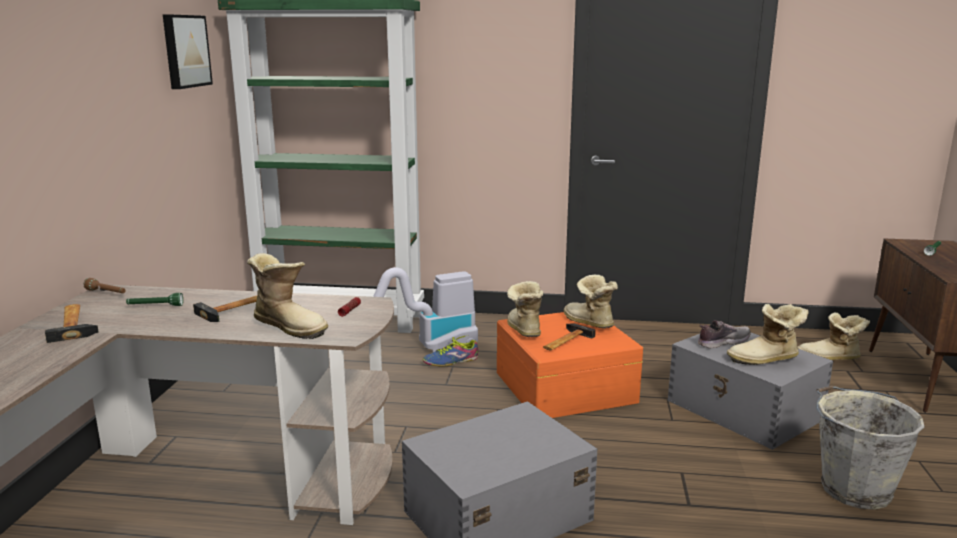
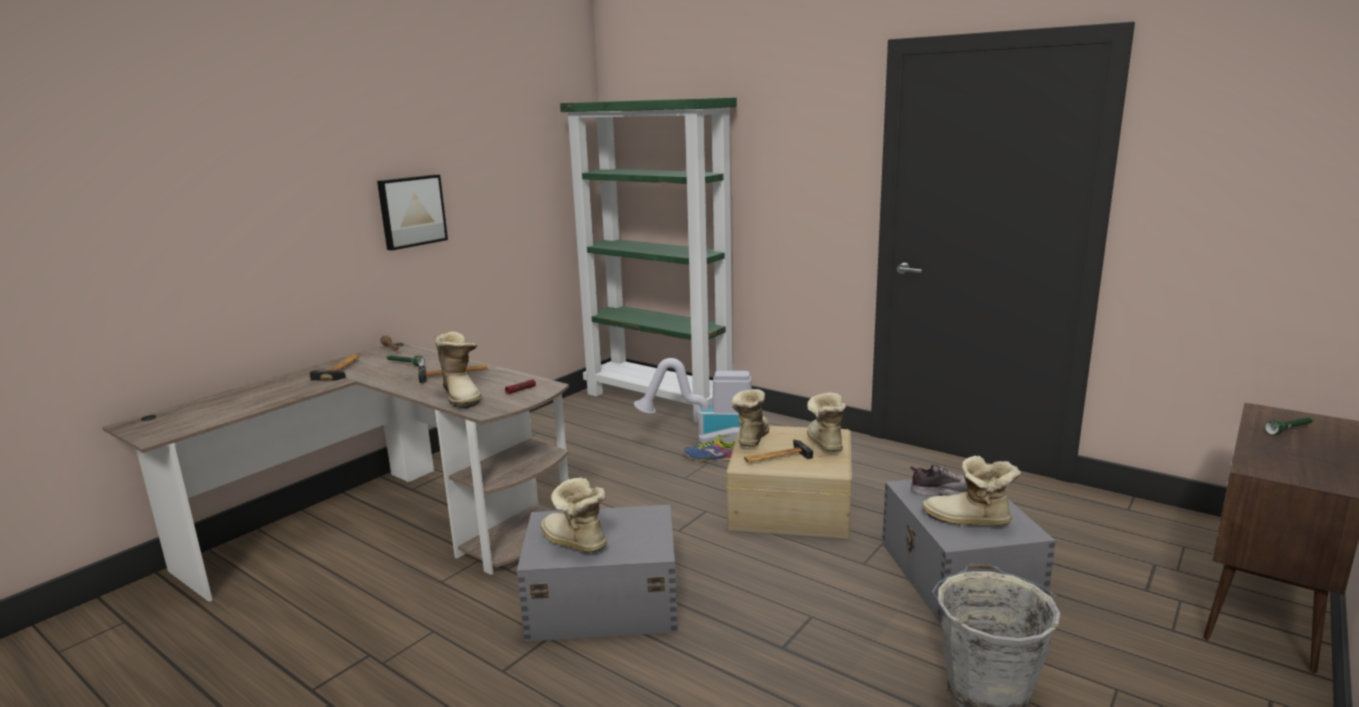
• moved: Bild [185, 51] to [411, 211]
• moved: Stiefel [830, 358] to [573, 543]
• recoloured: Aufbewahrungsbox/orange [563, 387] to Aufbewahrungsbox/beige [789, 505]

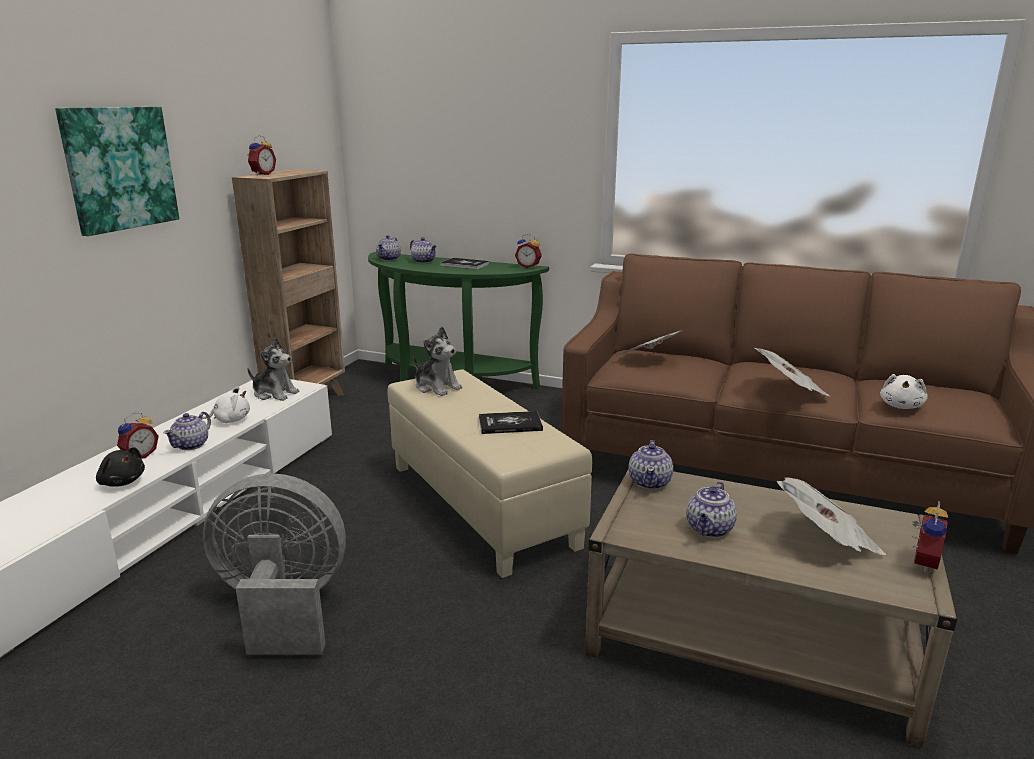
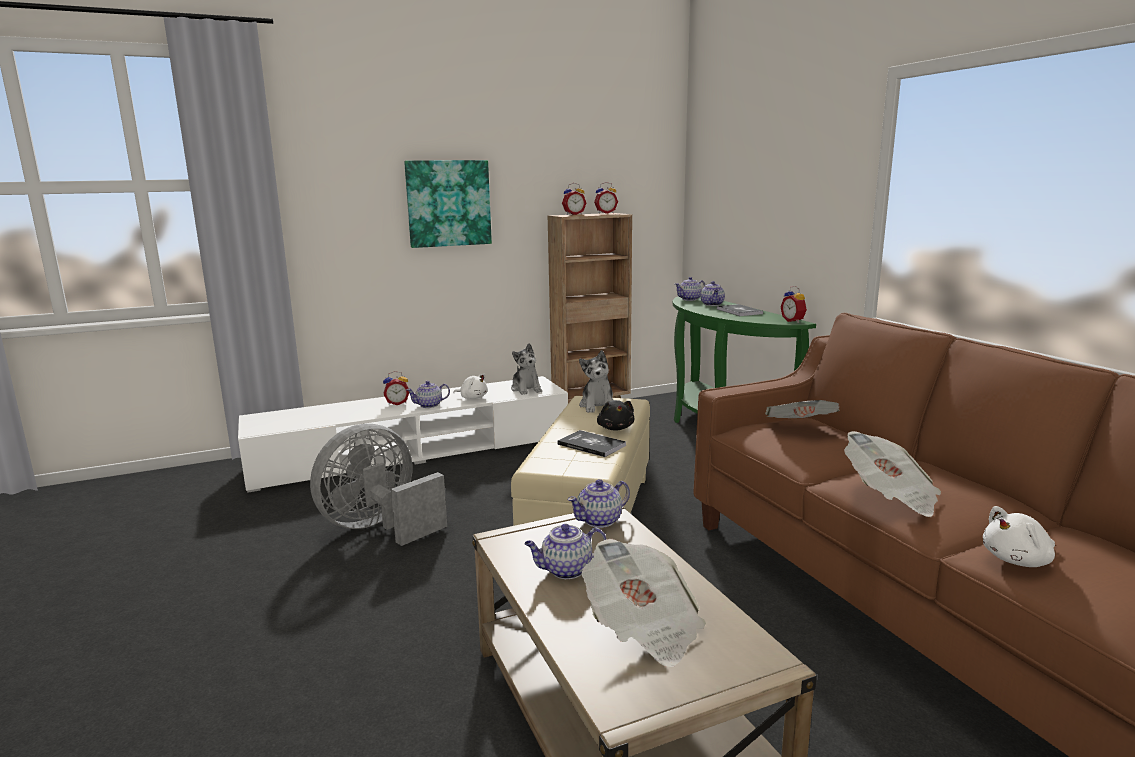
• turned: Ventilator/grau [283, 608] = [379, 527] 90 degrees counterclockwise
• moved: Wecker [921, 562] to [605, 213]
• moved: Plüschtier/schwarz [122, 482] to [615, 428]

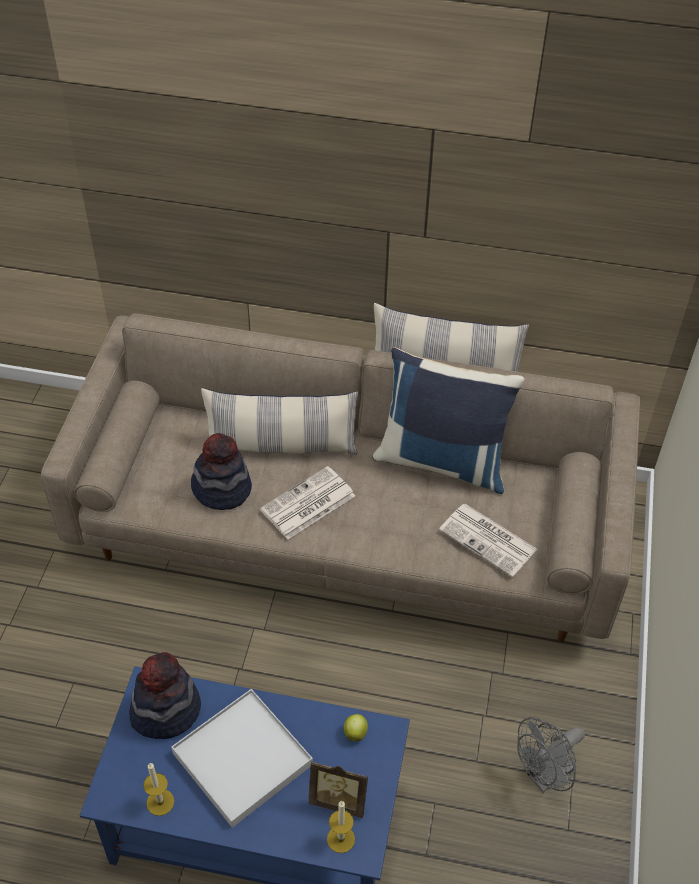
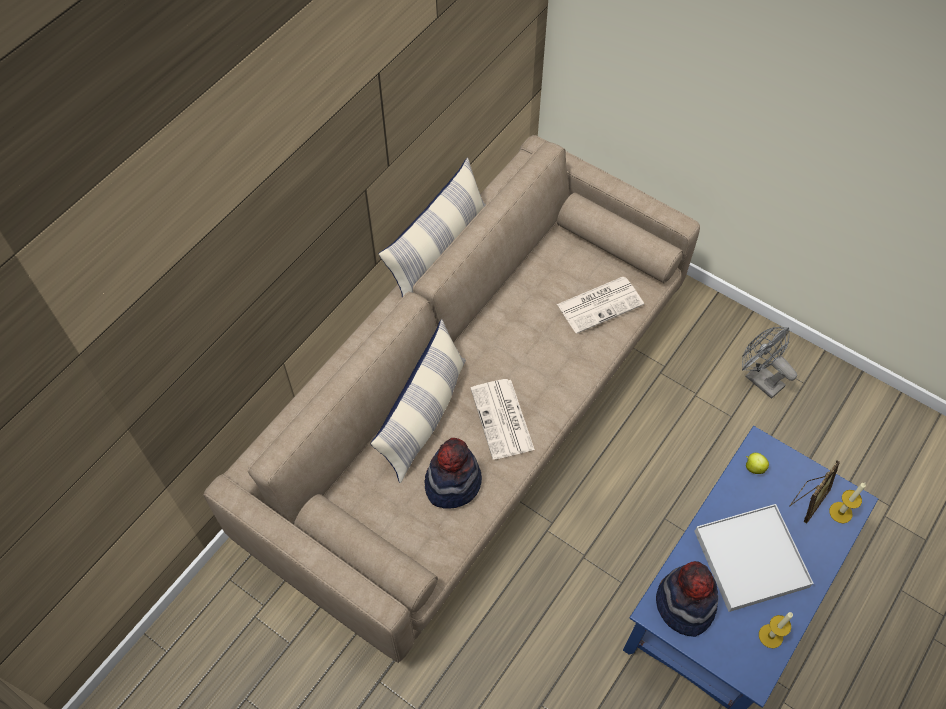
• turned: Ventilator/grau [544, 776] = [759, 378] 150 degrees clockwise
• removed: Kissen/blau [442, 460]

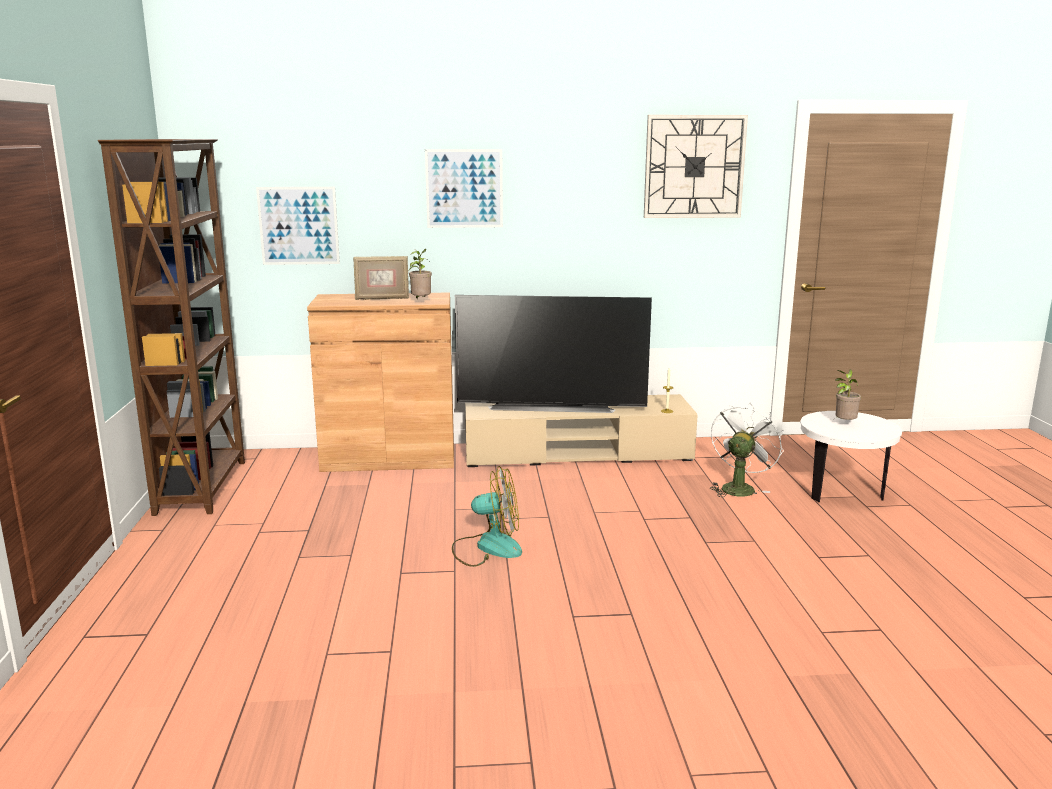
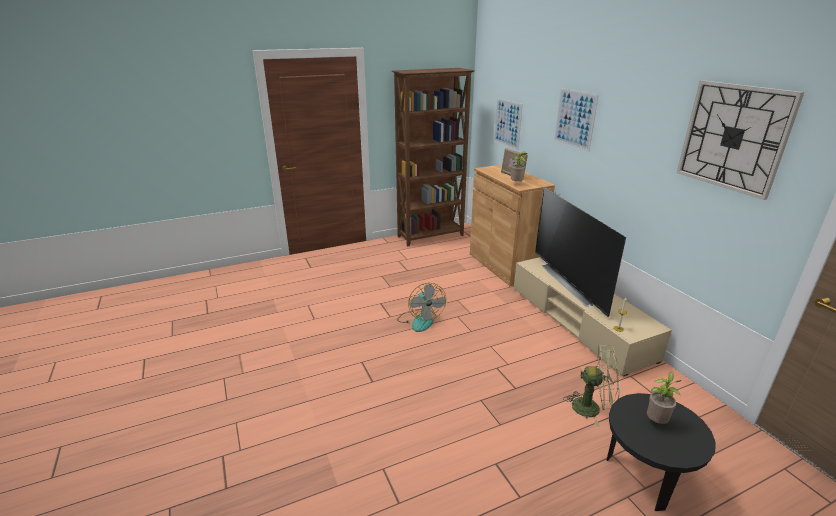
• recoloured: Ventilator/weiß [739, 487] to Ventilator/grün [592, 408]
• recoloured: Beistelltisch/weiß [843, 493] to Beistelltisch/schwarz [644, 478]

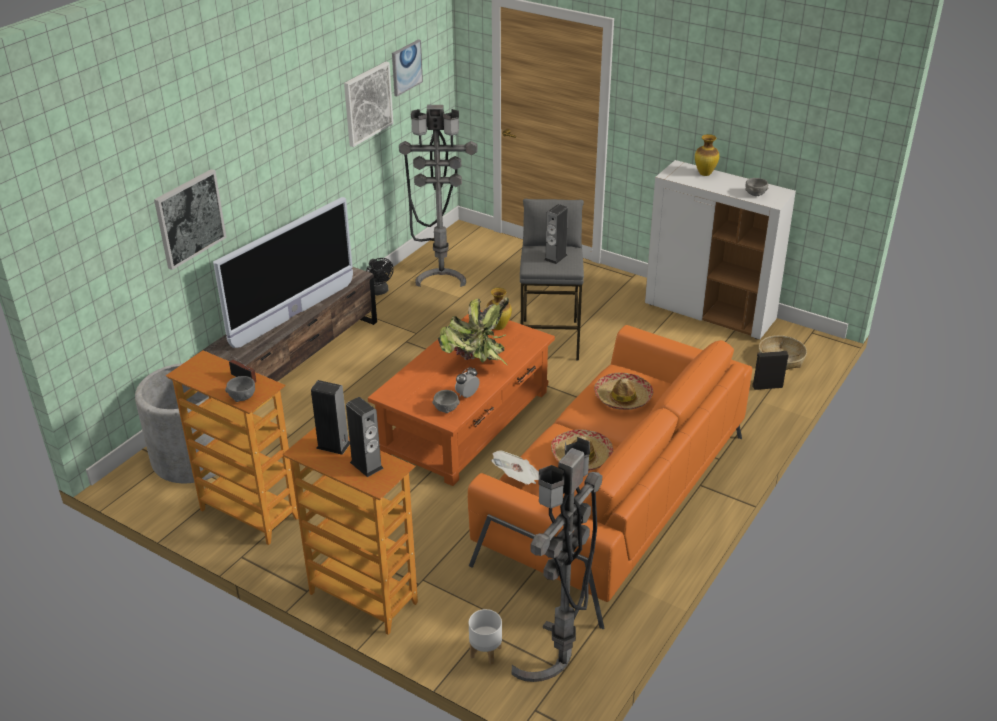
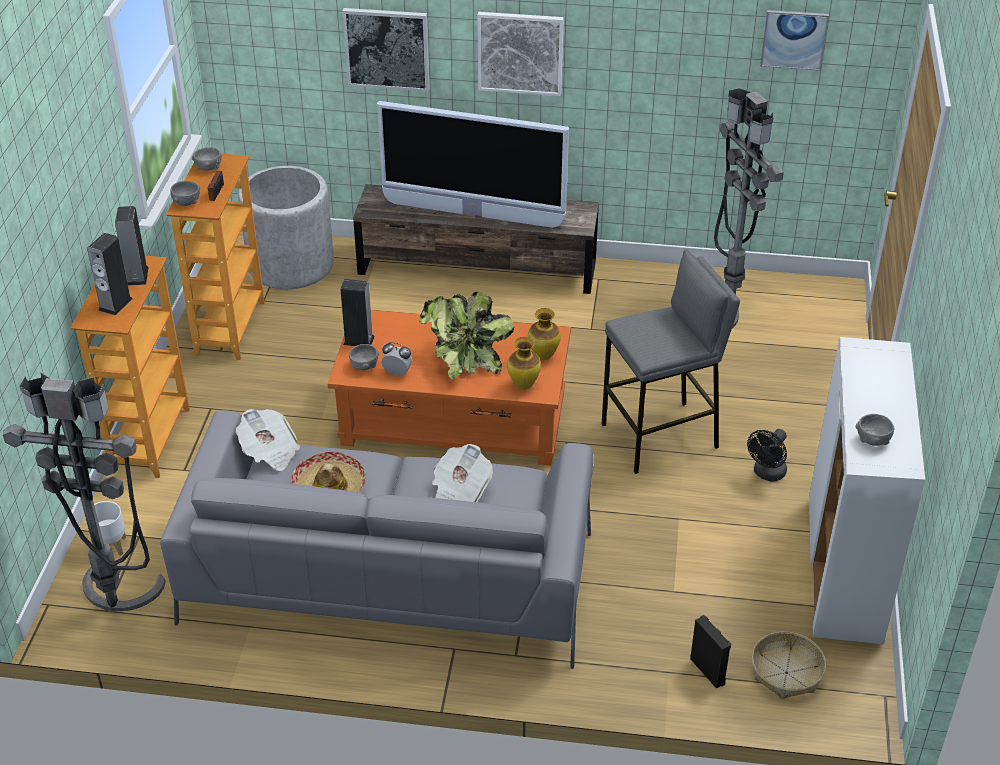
• recoloured: Sofa/orange [614, 498] to Sofa/grau [388, 577]
• added: Schüssel/grau [208, 167]
• moved: Lautsprecher [555, 257] to [359, 340]
• replaced: Hut [622, 397] to Zeitung [459, 491]
• moved: Bild [367, 103] to [520, 53]
• moved: Vase [704, 174] to [523, 385]
• moved: Ventilator/schwarz [379, 292] to [767, 474]

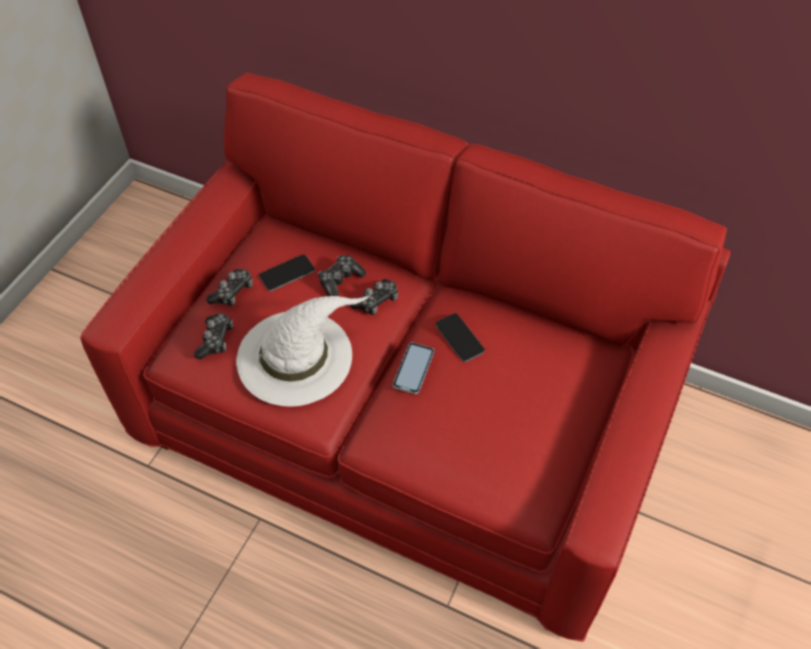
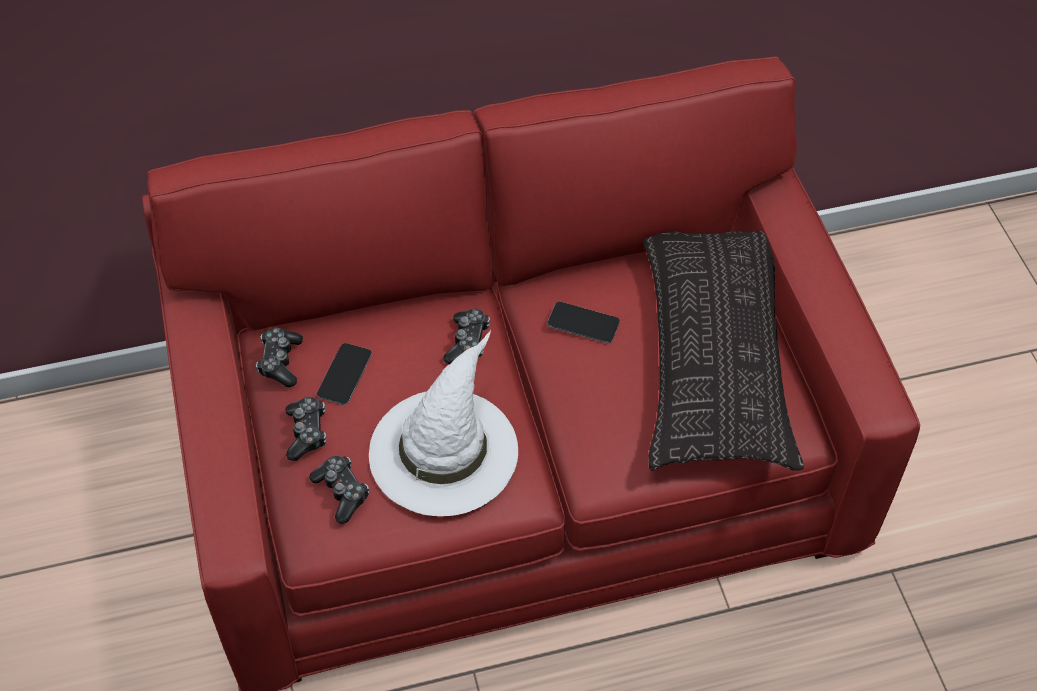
• moved: Gamepad [340, 281] to [280, 362]
• added: Kissen [713, 357]
• removed: Handy [413, 369]

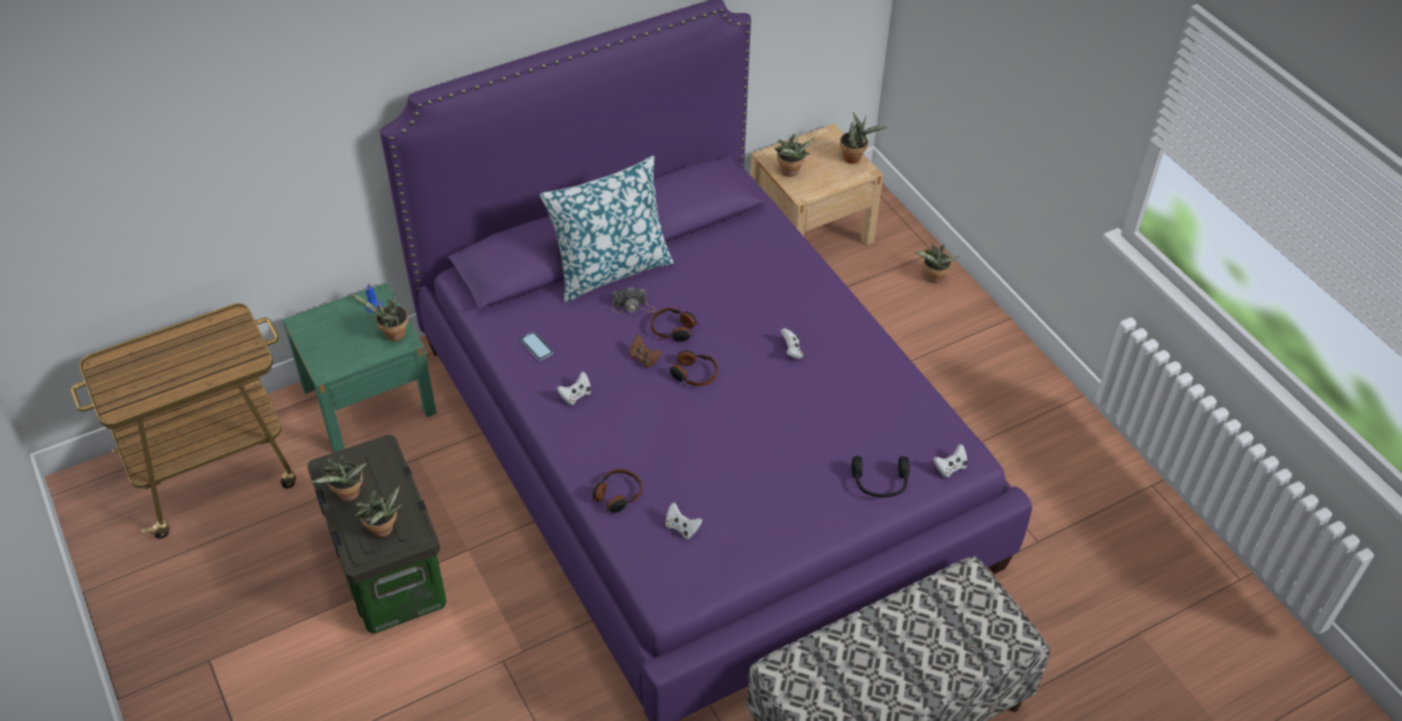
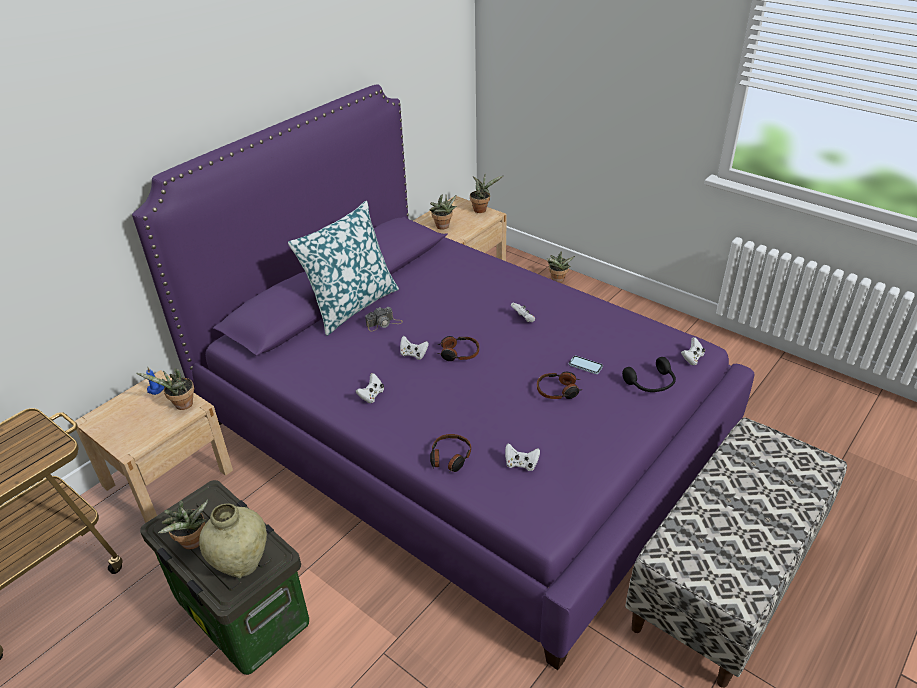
• recoloured: Nachttisch/grün [368, 400] to Nachttisch/beige [168, 478]
• replaced: Topfpflanze [383, 531] to Vase/beige [241, 563]
• recoloured: Gamepad/braun [644, 359] to Gamepad/weiß [413, 354]
• moved: Kopfhörer [674, 329] to [558, 391]
• moved: Handy [536, 347] to [585, 365]

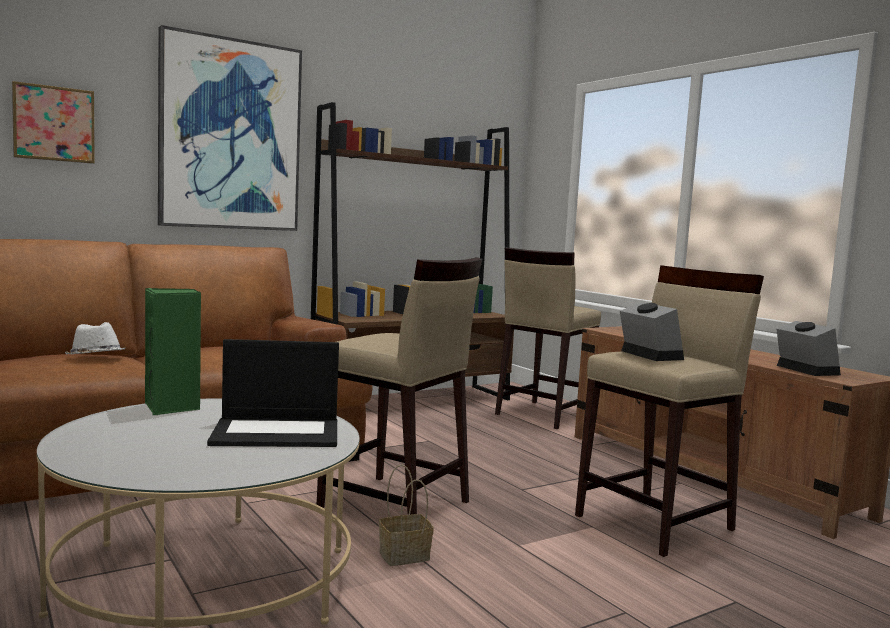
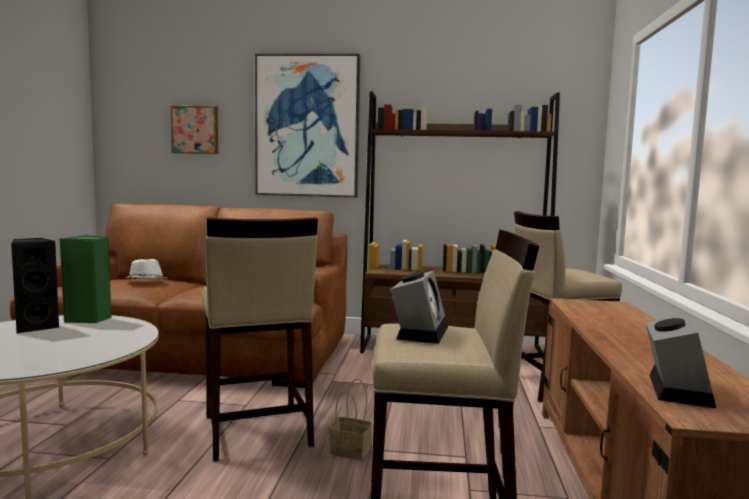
• added: Lautsprecher/schwarz [36, 327]
• moved: Korb [405, 555] to [351, 450]
• removed: Laptop [278, 433]

